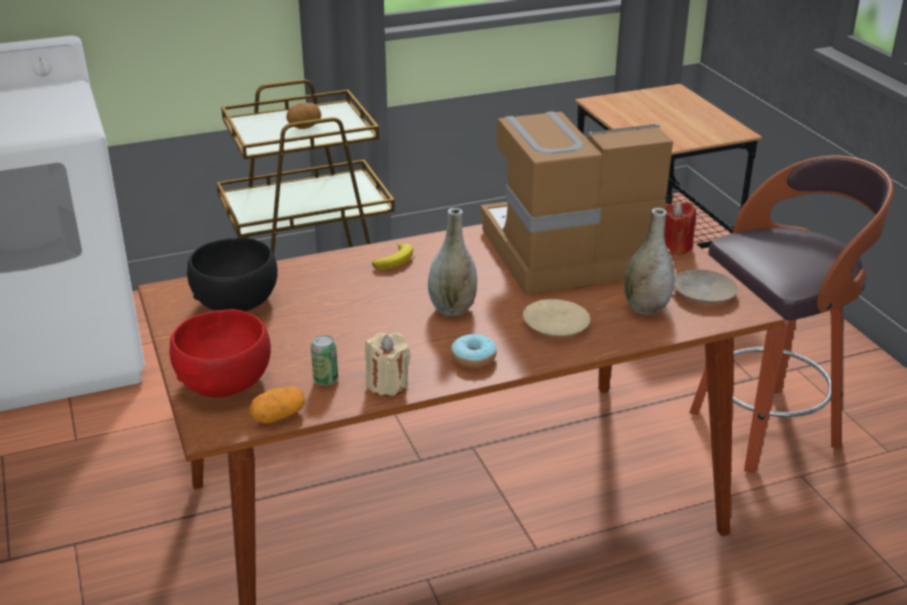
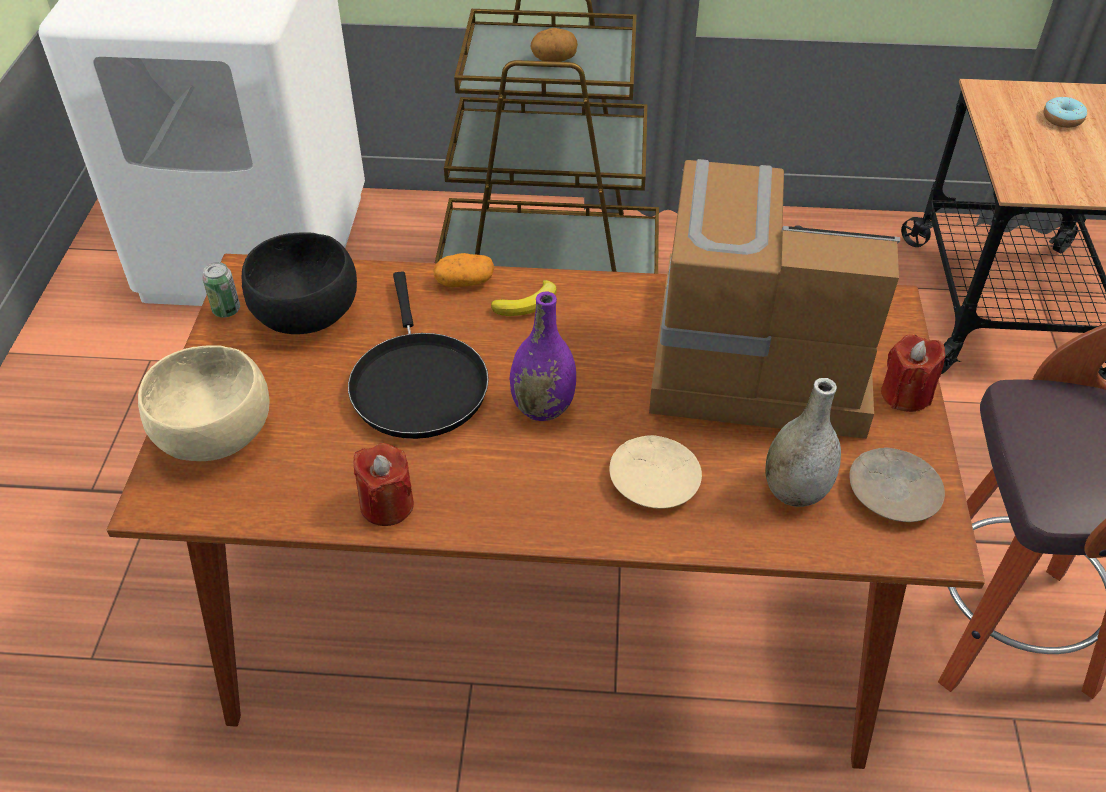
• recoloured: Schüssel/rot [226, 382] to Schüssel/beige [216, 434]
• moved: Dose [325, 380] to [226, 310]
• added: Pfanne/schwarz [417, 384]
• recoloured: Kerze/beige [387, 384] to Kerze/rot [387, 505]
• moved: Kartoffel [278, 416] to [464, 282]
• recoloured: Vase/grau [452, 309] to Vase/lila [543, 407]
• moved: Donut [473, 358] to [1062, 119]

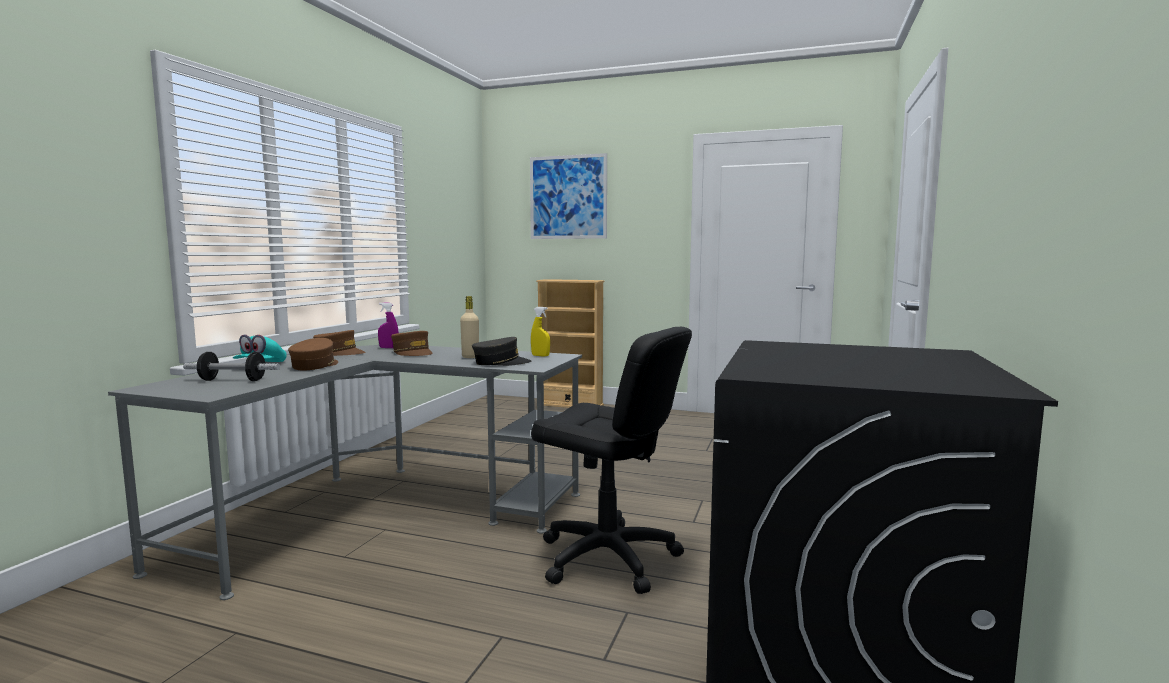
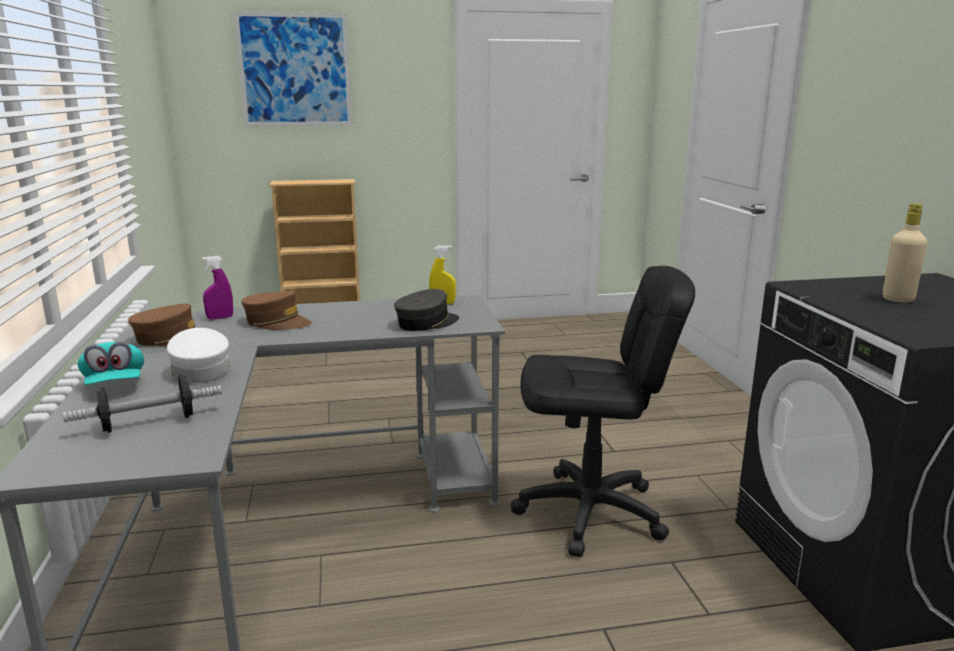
• recoloured: Kappe/braun [315, 365] to Kappe/weiß [200, 370]
• moved: Flasche/beige [470, 357] to [898, 299]

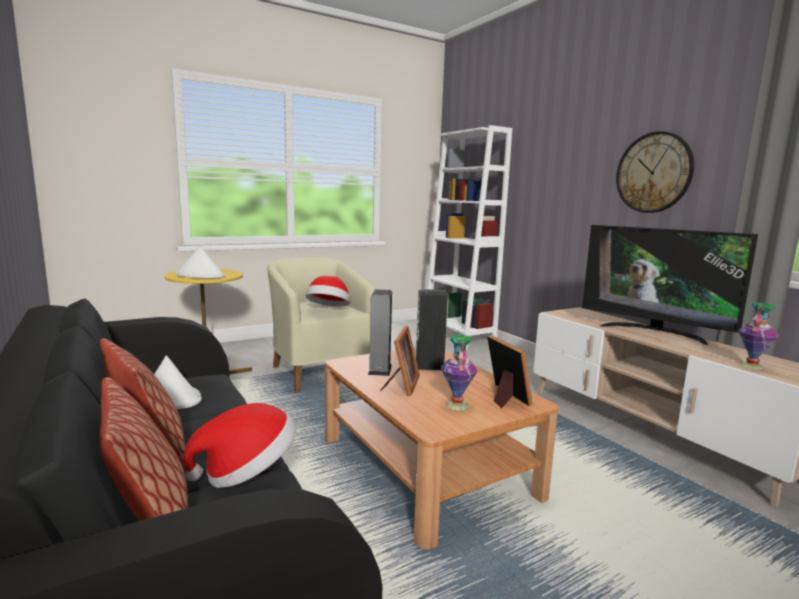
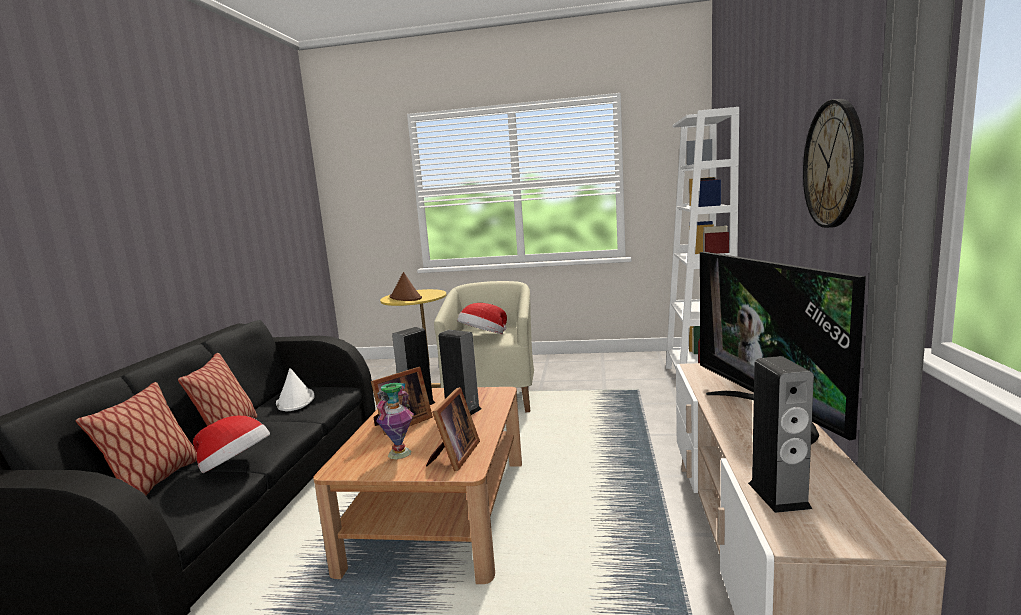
• recoloured: Hut/weiß [200, 276] to Hut/braun [405, 297]
• replaced: Vase [751, 366] to Lautsprecher [778, 495]

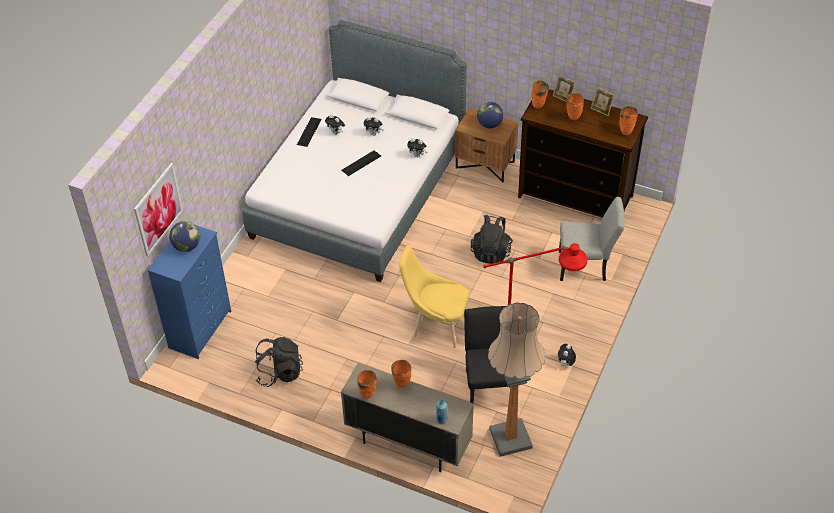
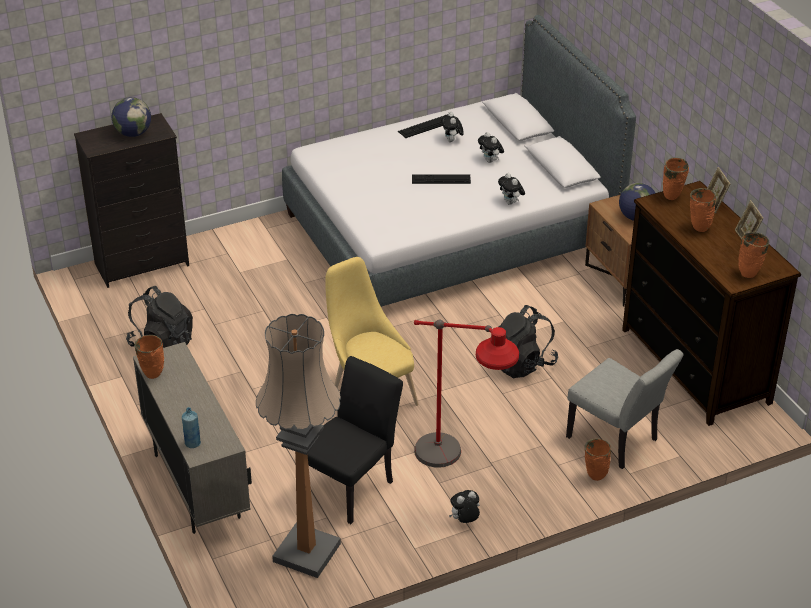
• recoloured: Kommode/blau [201, 329] to Kommode/schwarz [143, 265]
• moved: Vase/orange [401, 385] to [594, 477]
• removed: Bild [158, 209]

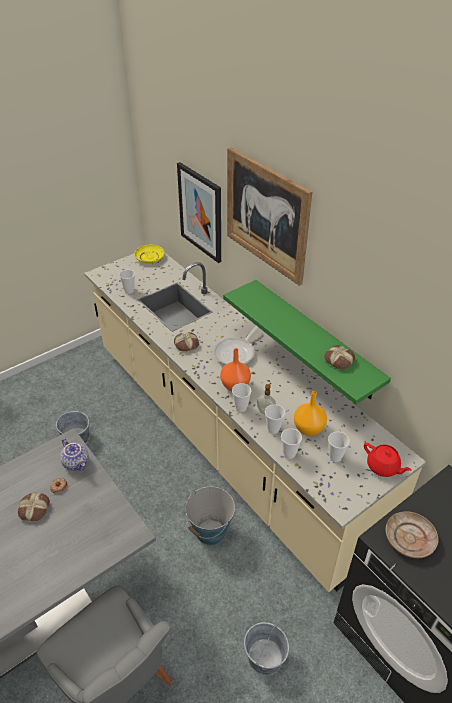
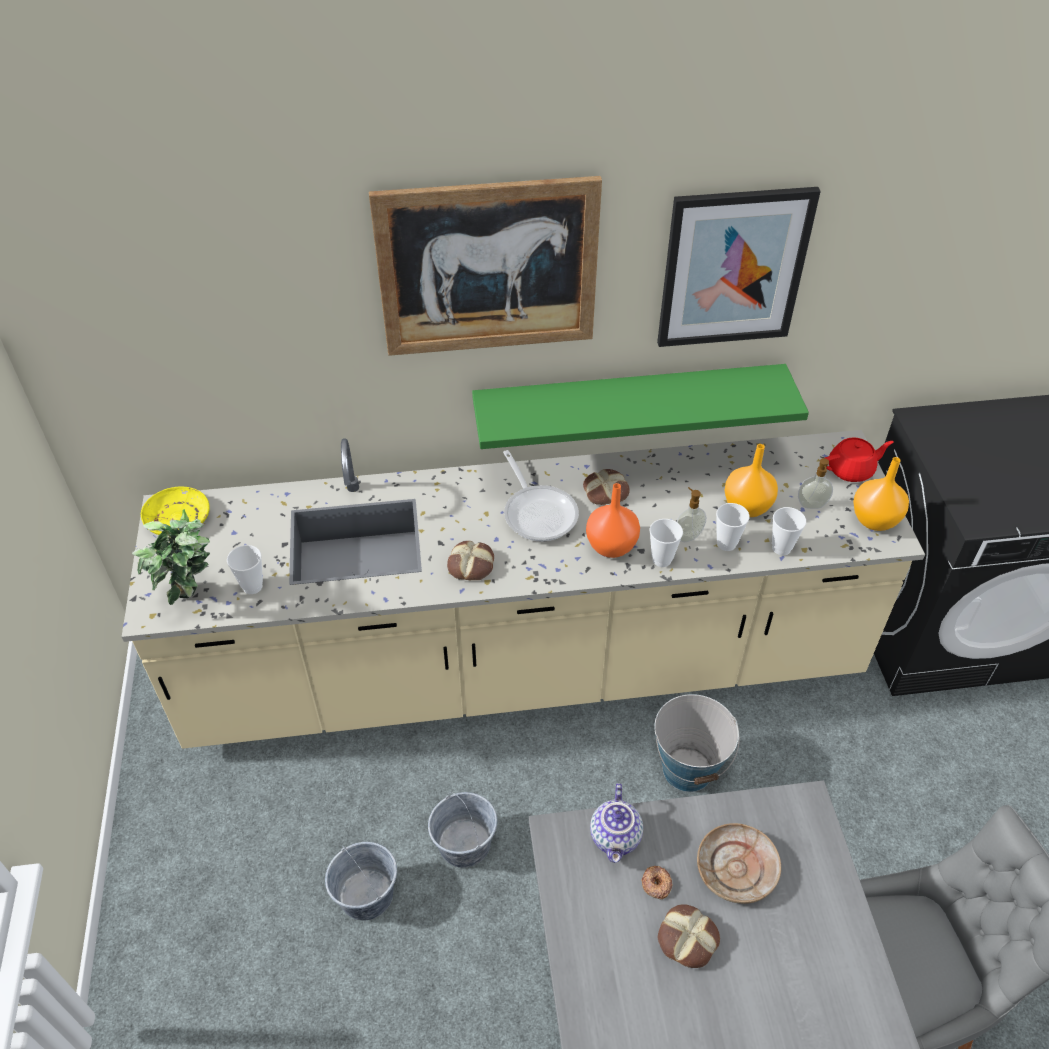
• added: Topfpflanze [193, 601]
• moved: Eimer/grau [265, 656] to [464, 843]
• moved: Brot [339, 360] to [605, 491]
• turned: Teekanne [77, 462] = [616, 838] 105 degrees clockwise
• moved: Bild [201, 212] to [733, 268]
• moved: Teller/beige [409, 539] to [737, 869]
• replaced: Tasse [335, 457] to Seifenspender [811, 505]
• added: Vase/orange [874, 521]

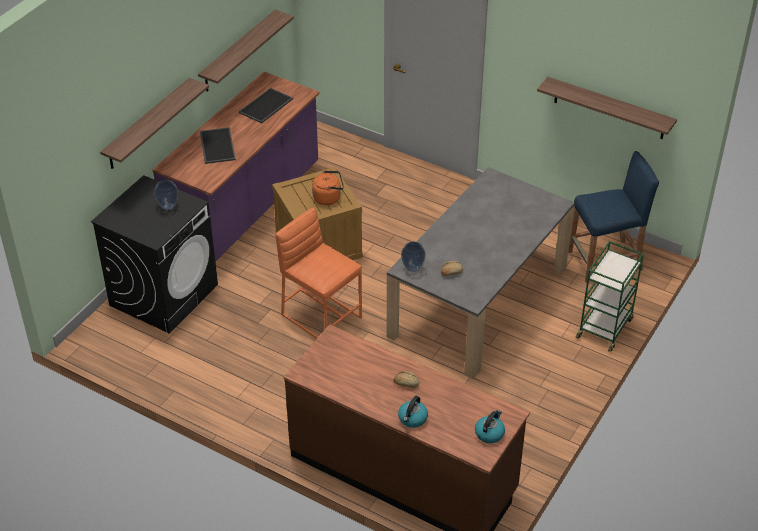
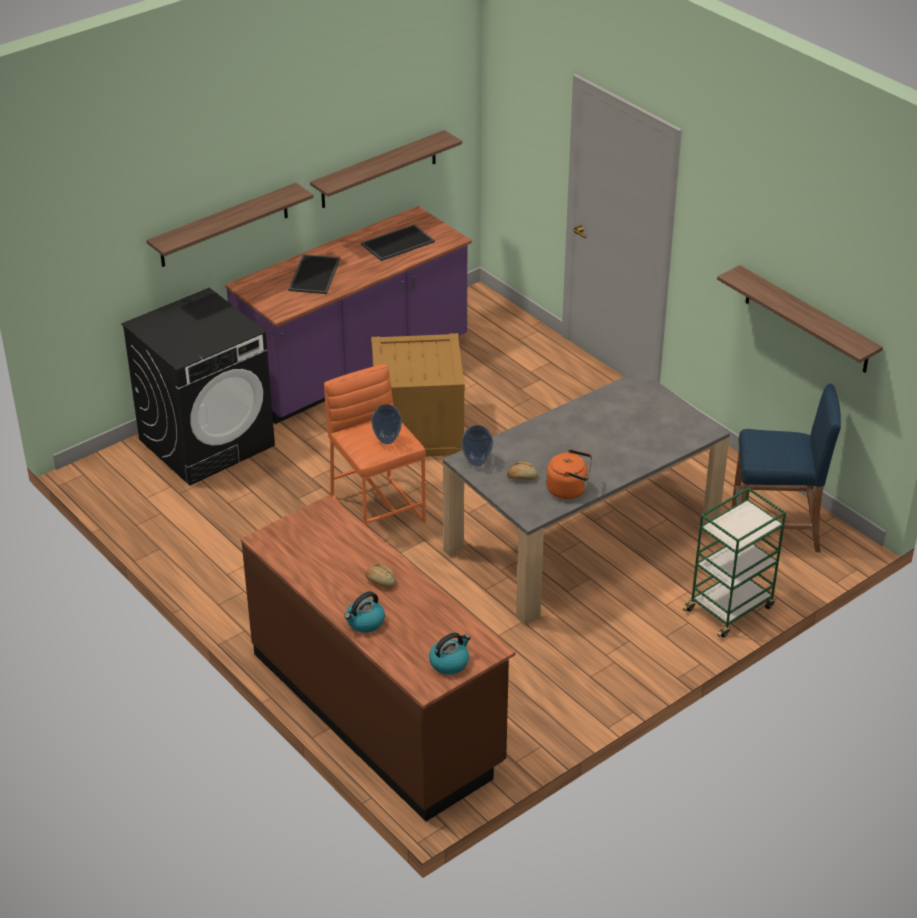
• moved: Vase [168, 206] to [387, 440]
• moved: Wasserkessel/orange [328, 198] to [569, 489]

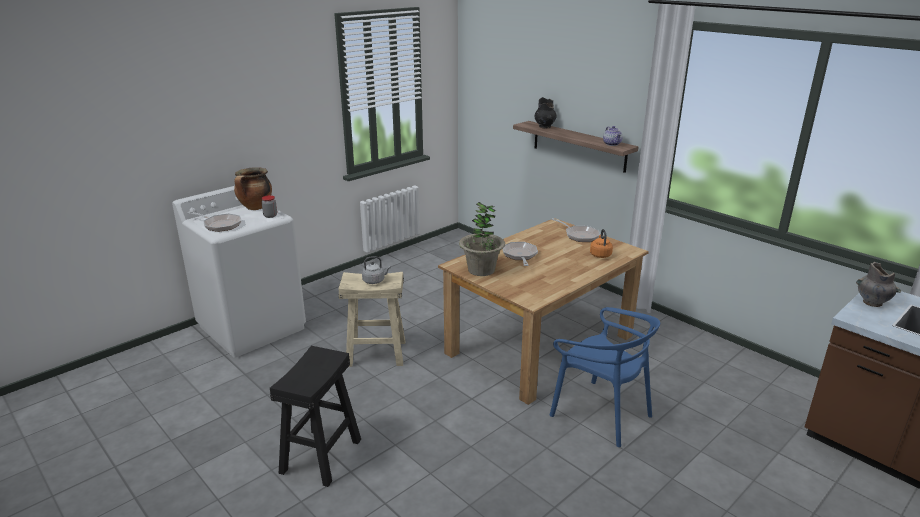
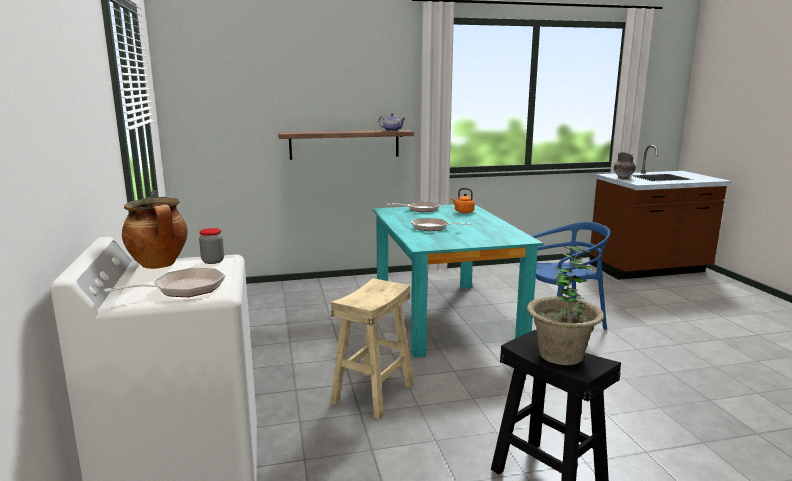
• recoloured: Esstisch/braun [540, 344] to Esstisch/türkis [444, 315]
• moved: Topfpflanze [481, 270] to [561, 355]
• removed: Wasserkessel/grau [375, 281]
• removed: Vase/schwarz [545, 127]

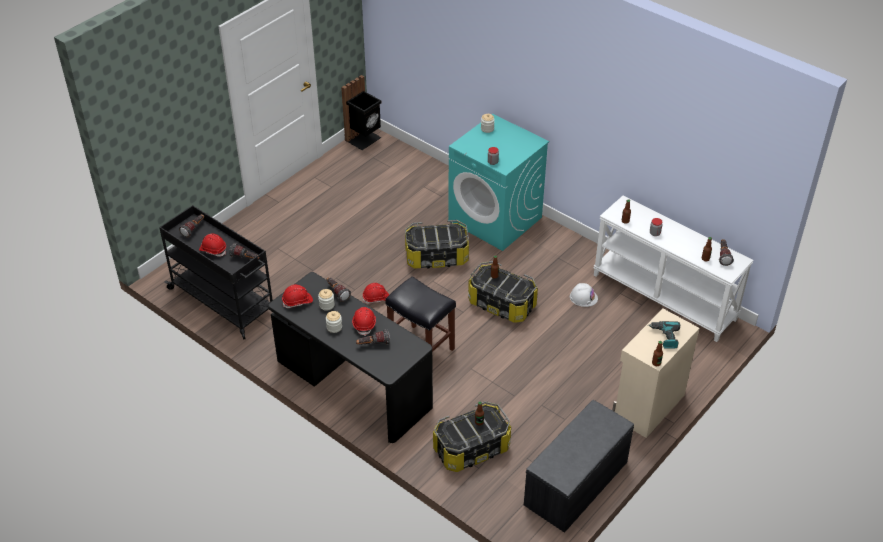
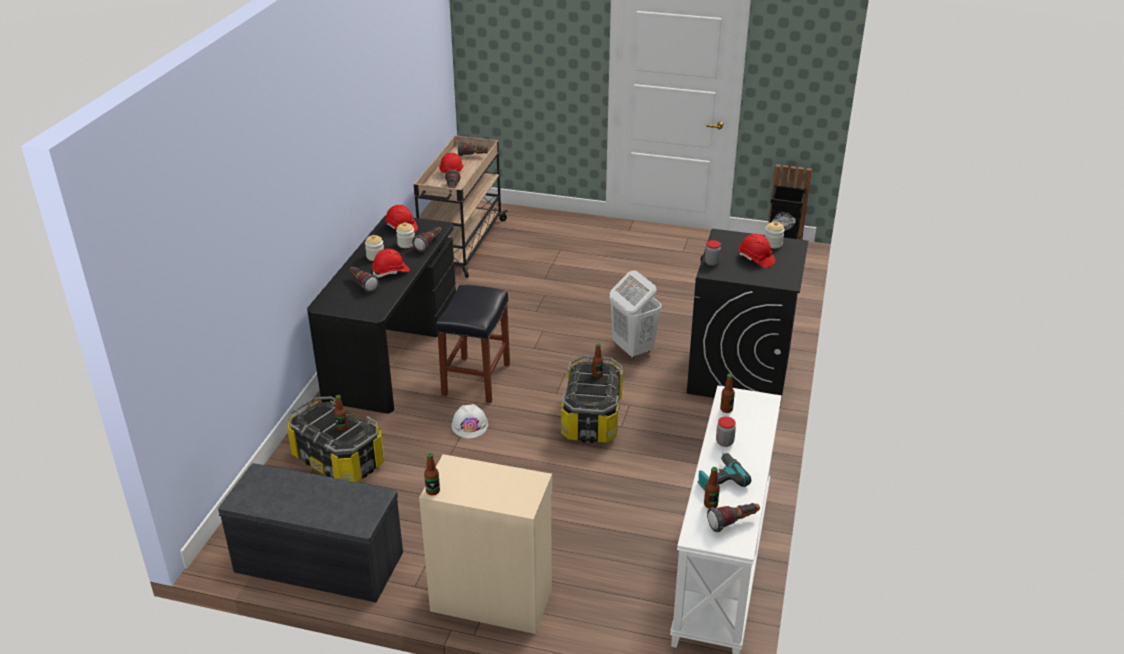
• recoloured: Rollwagen/schwarz [224, 301] to Rollwagen/beige [461, 245]
• moved: Schutzhelm/weiß [583, 297] to [470, 425]
• replaced: Aufbewahrungsbox [436, 257] to Wäschekorb/weiß [632, 349]
• recoloured: Waschmaschine/türkis [496, 219] to Waschmaschine/schwarz [739, 373]
• moved: Bohrmaschine [665, 337] to [720, 479]
• moved: Schutzhelm/rot [376, 298] to [756, 259]

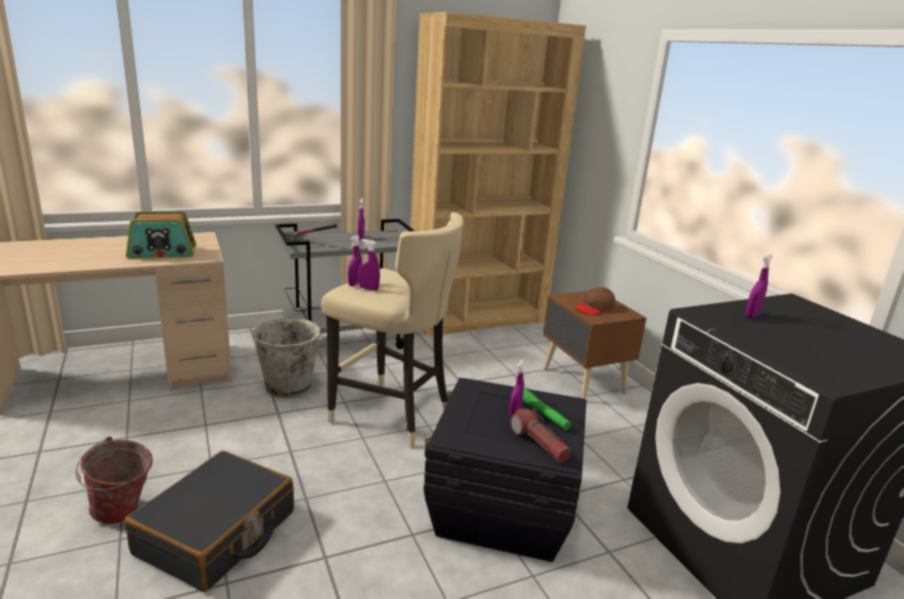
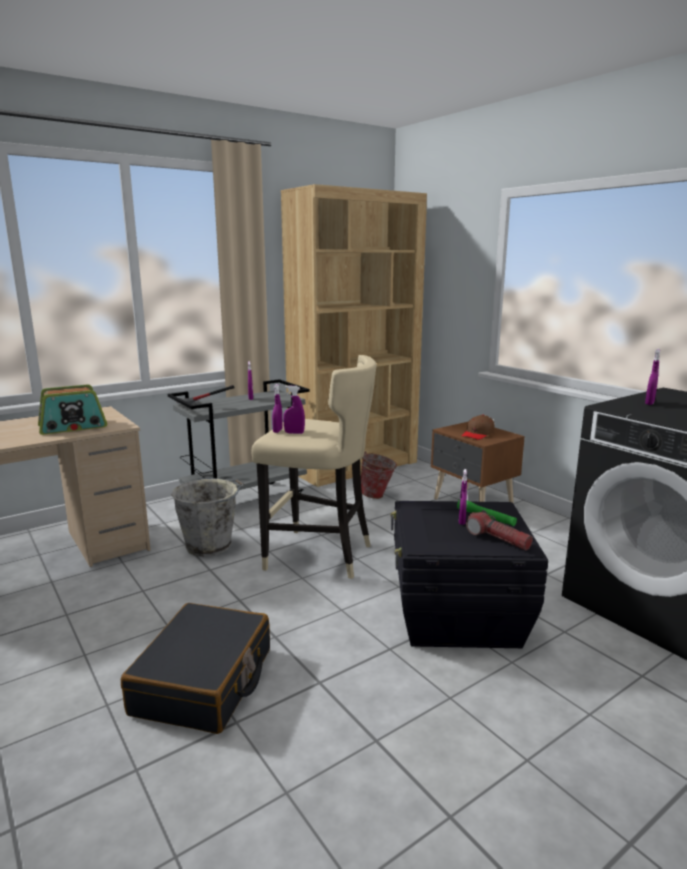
• moved: Eimer [122, 515] to [377, 496]

